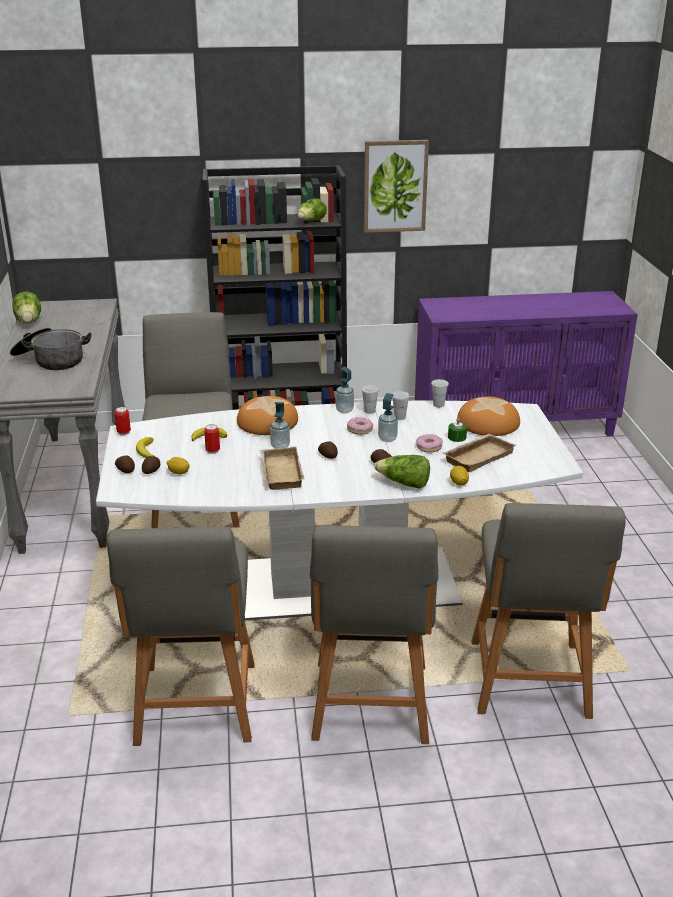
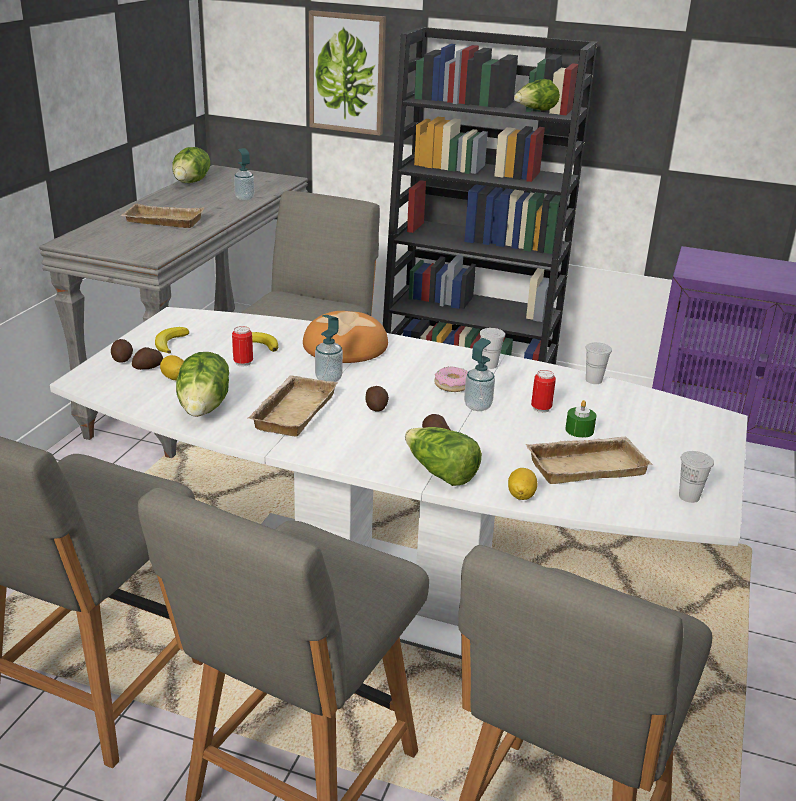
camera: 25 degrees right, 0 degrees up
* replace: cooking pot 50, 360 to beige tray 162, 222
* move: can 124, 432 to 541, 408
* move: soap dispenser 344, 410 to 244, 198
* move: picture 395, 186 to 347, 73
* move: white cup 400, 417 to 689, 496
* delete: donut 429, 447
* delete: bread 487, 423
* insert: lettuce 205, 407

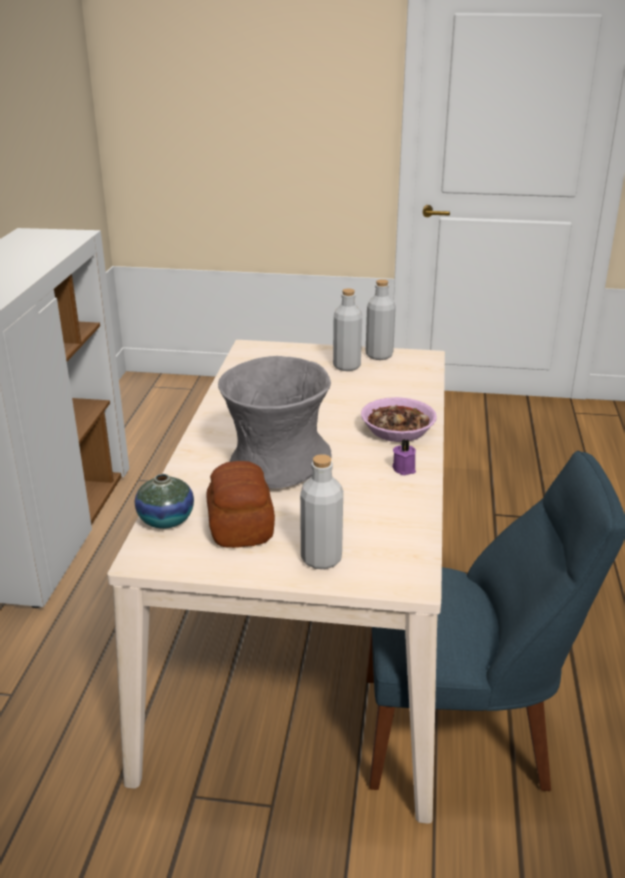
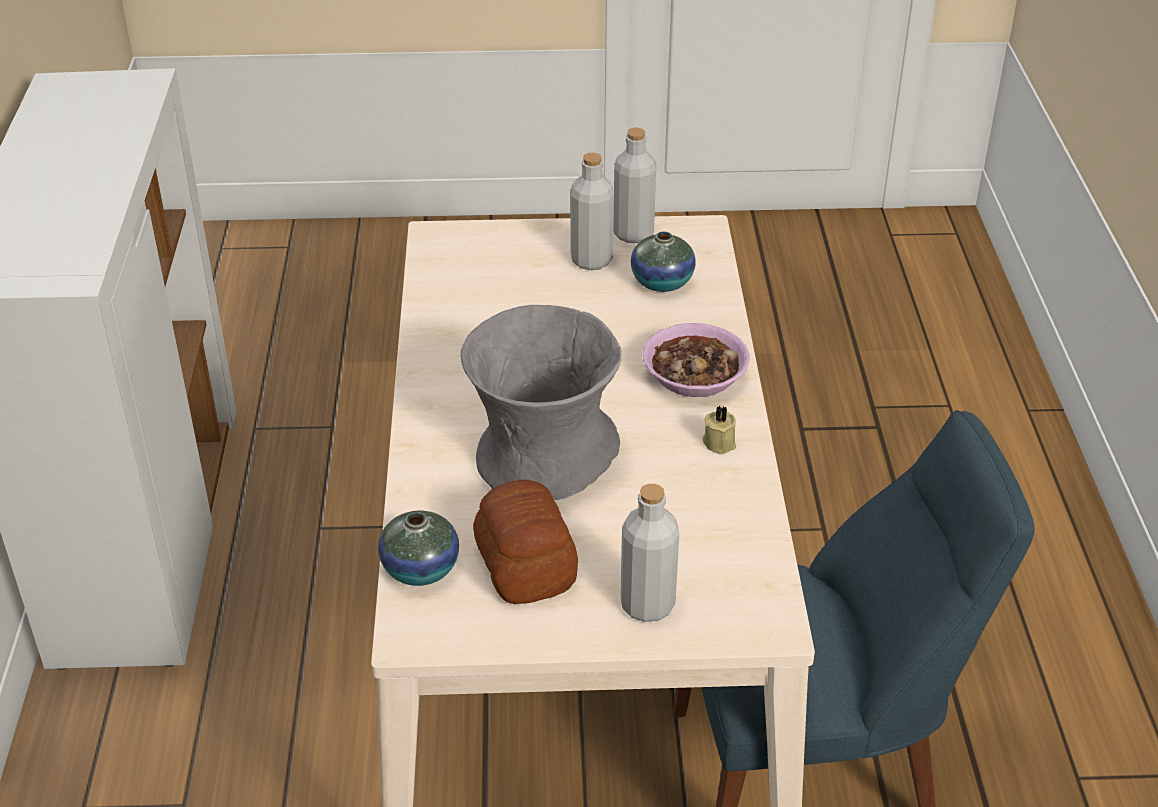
camera: 10 degrees left, 10 degrees up
* recolor: purple candle 404, 468 to beige candle 720, 442
* insert: vase 662, 282

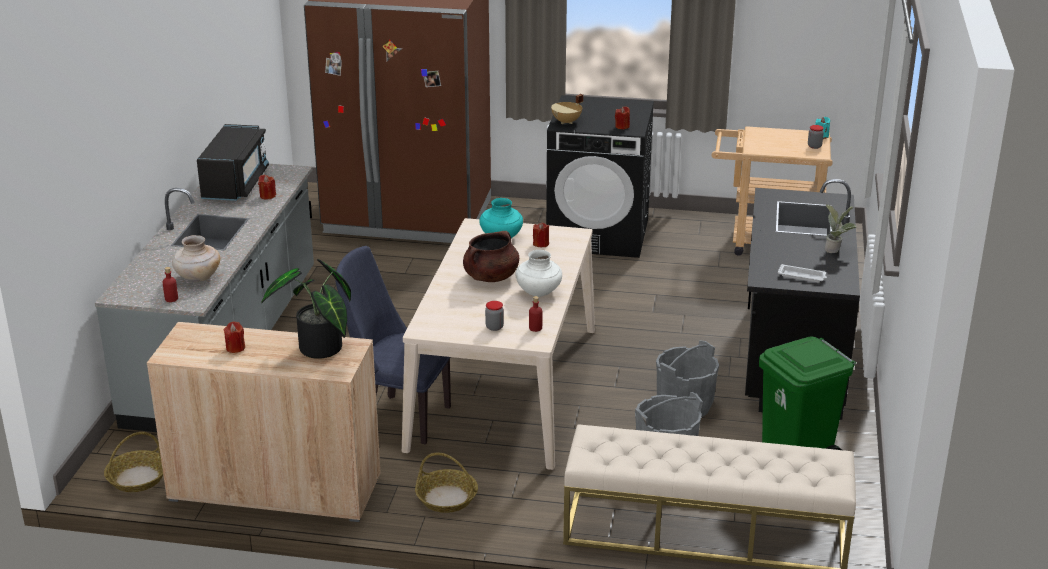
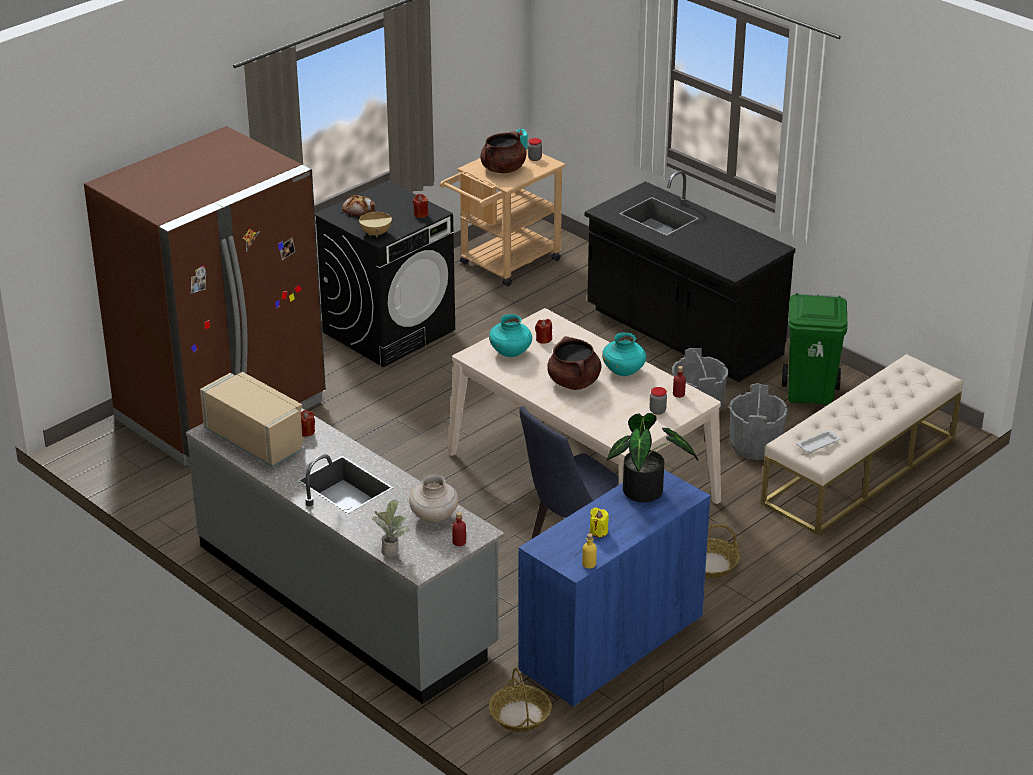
camera: 55 degrees left, 5 degrees up
* recolor: beige cabinet 275, 488 to blue cabinet 611, 644
* recolor: black microwave 236, 184 to beige microwave 255, 440
* recolor: red candle 235, 348 to yellow candle 598, 531
* recolor: white vase 539, 292 to turquoise vase 624, 371
* move: white tray 802, 276 to 818, 444
* move: potted plant 836, 249 to 392, 549
* insert: bread 358, 209
* insert: brown cooking pot 503, 169
* insert: yellow bottle 589, 564

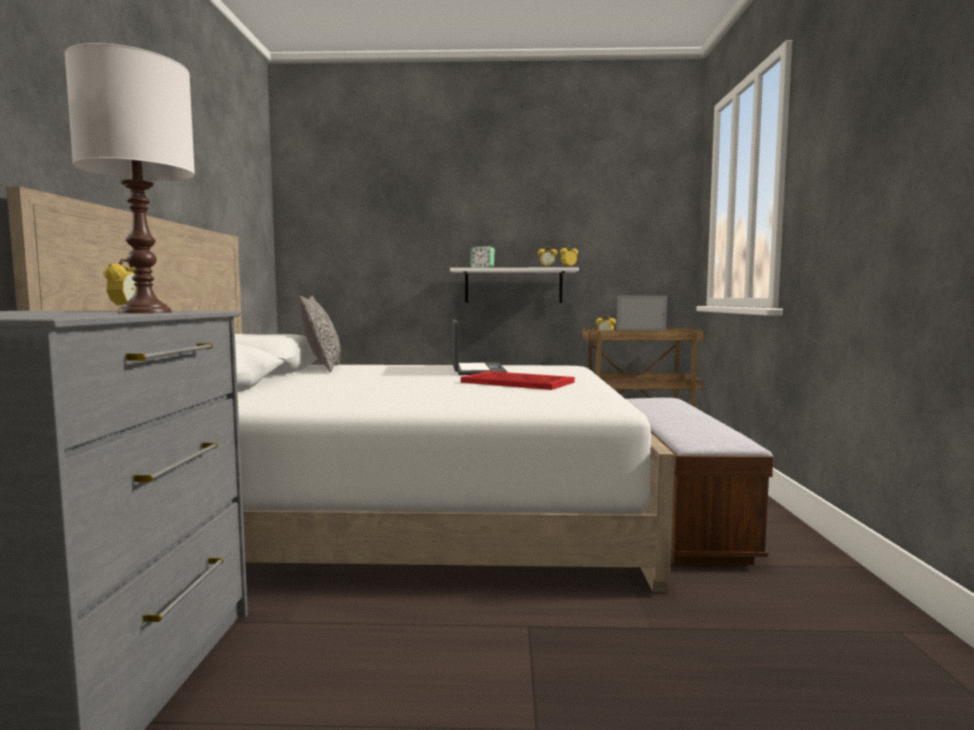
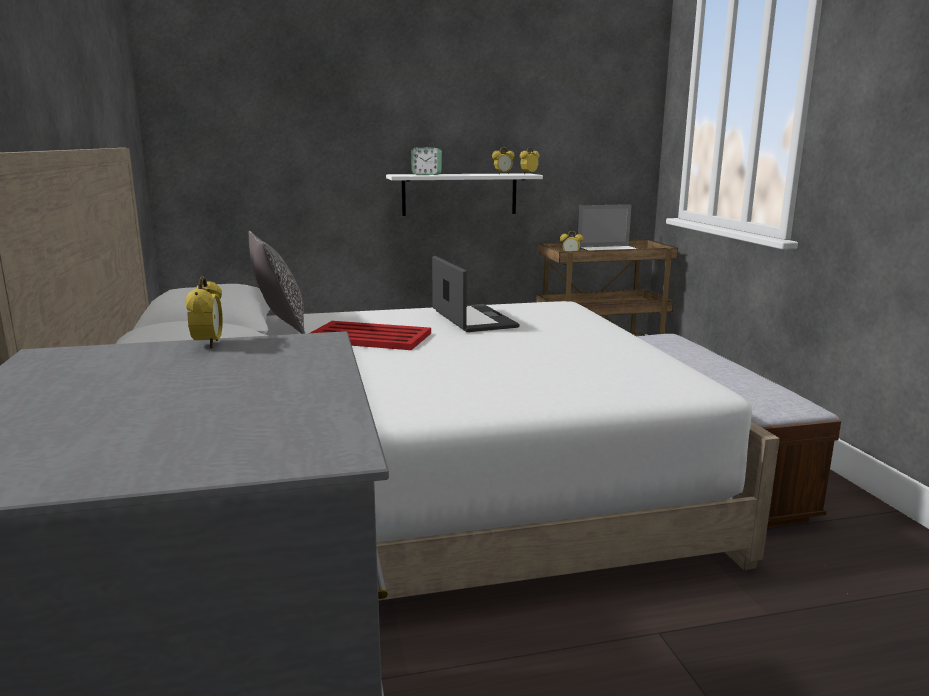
camera: 15 degrees left, 10 degrees up
* delete: white table lamp 145, 312
* move: red tray 518, 382 to 370, 337

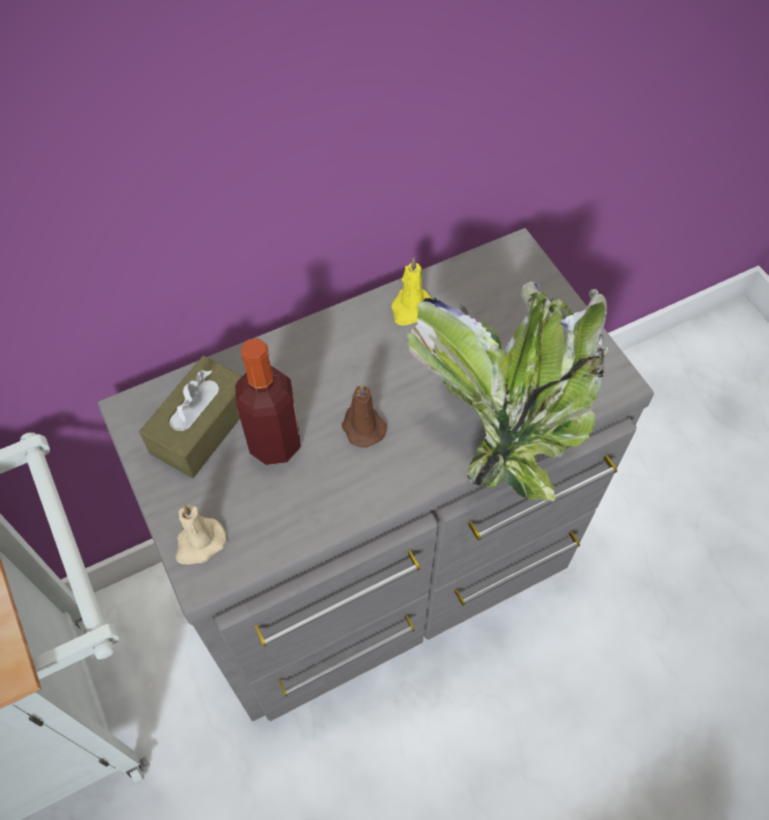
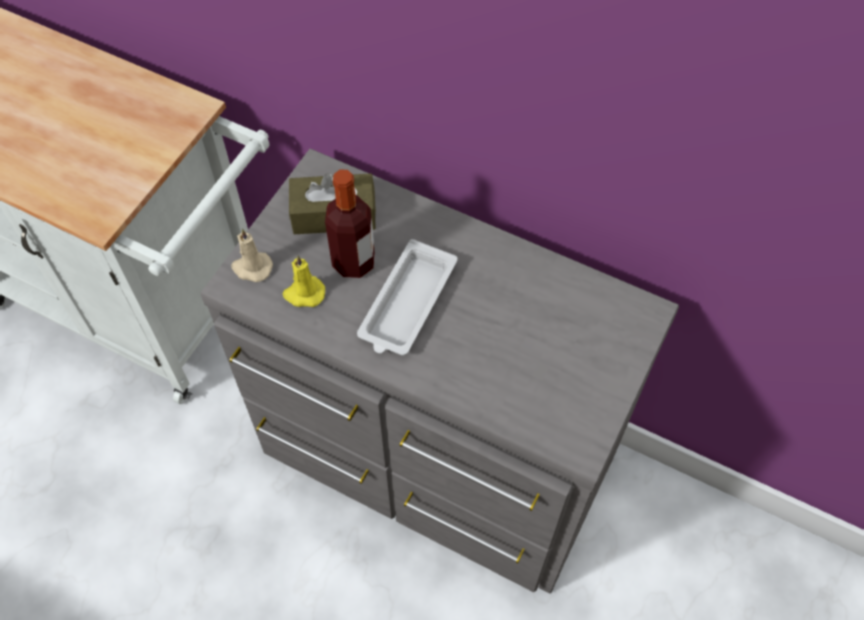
camera: 55 degrees right, 0 degrees up
* replace: brown candle 362, 426 to white tray 407, 304
* move: yellow candle 410, 308 to 304, 293
* delete: potted plant 503, 419

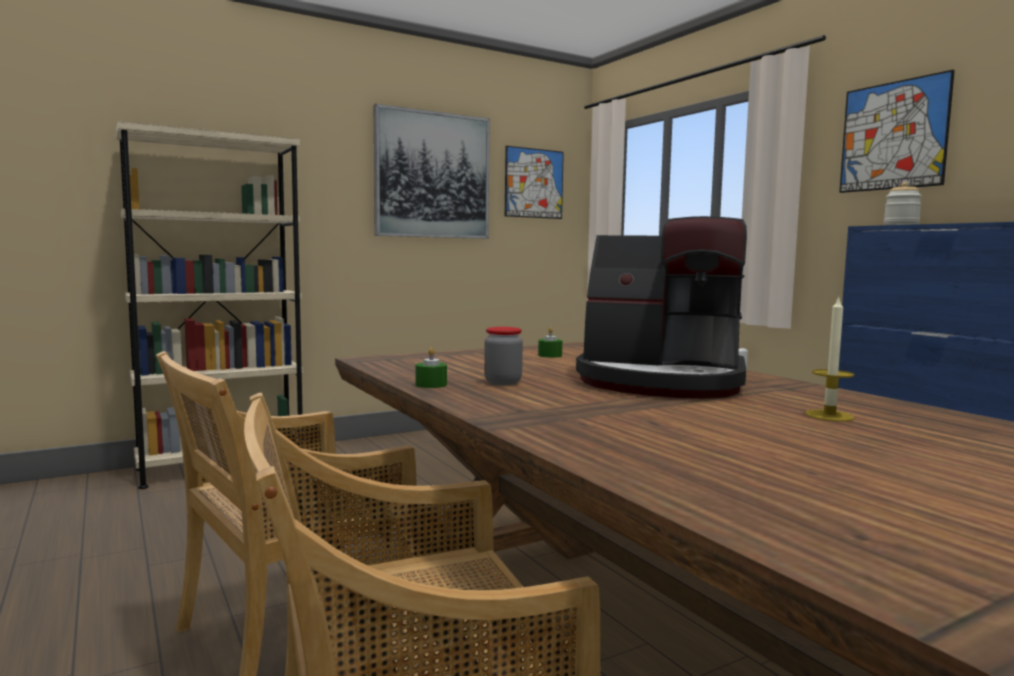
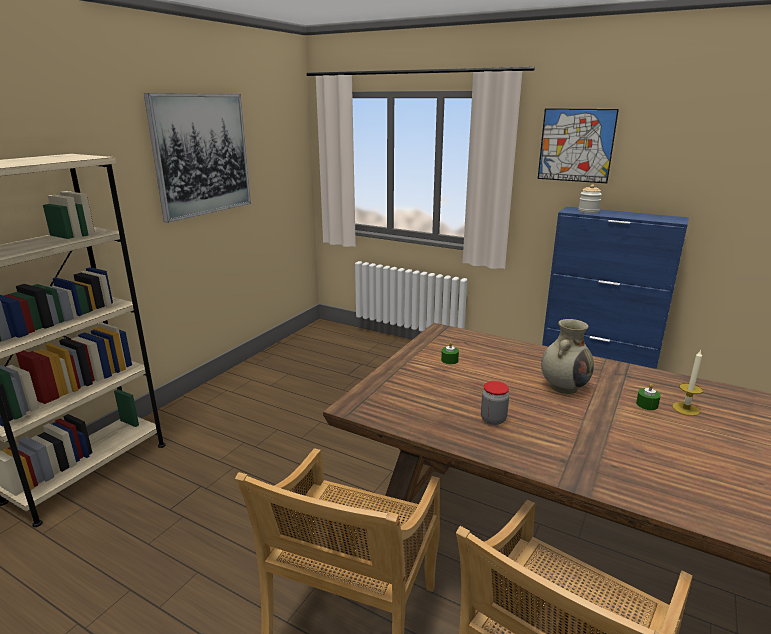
camera: 30 degrees left, 15 degrees up
* move: green candle 431, 385 to 647, 404
* delete: picture 534, 183
* replace: coffee machine 661, 382 to beige vase 564, 386

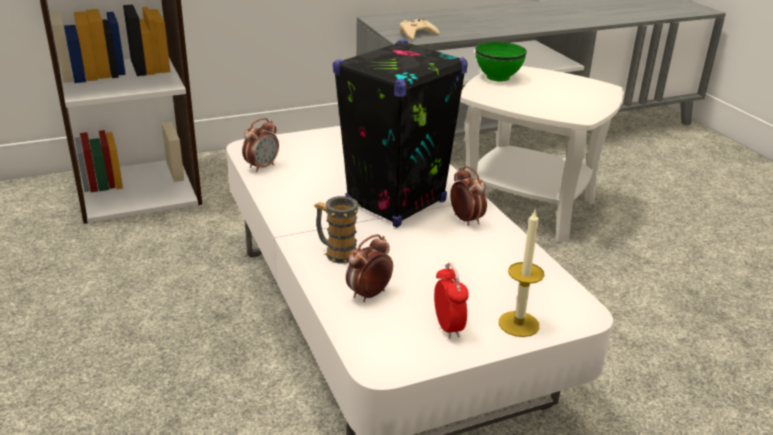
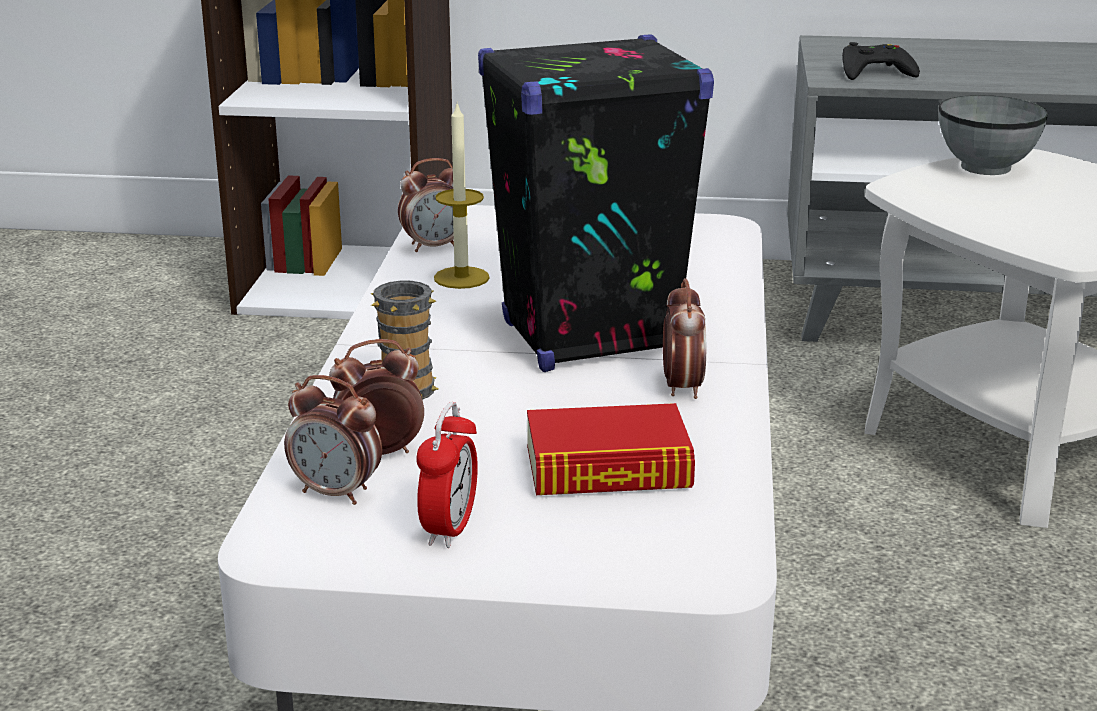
camera: 30 degrees right, 5 degrees down
* recolor: beige game controller 417, 34 to black game controller 875, 72
* recolor: green bowl 497, 77 to grey bowl 984, 167
* move: candle 518, 324 to 461, 278
* insert: alarm clock 337, 493
* insert: book 608, 468

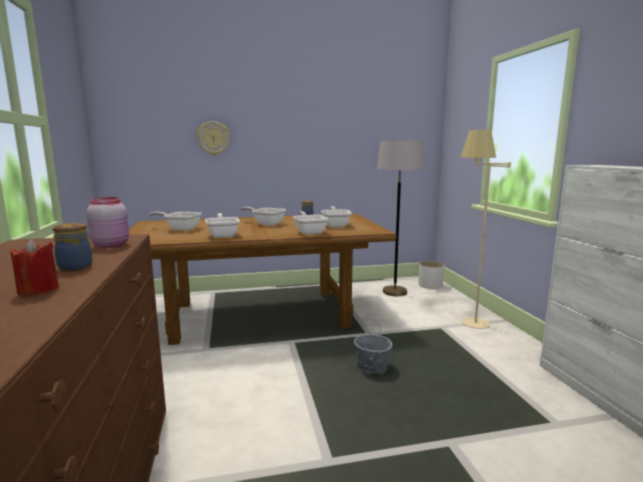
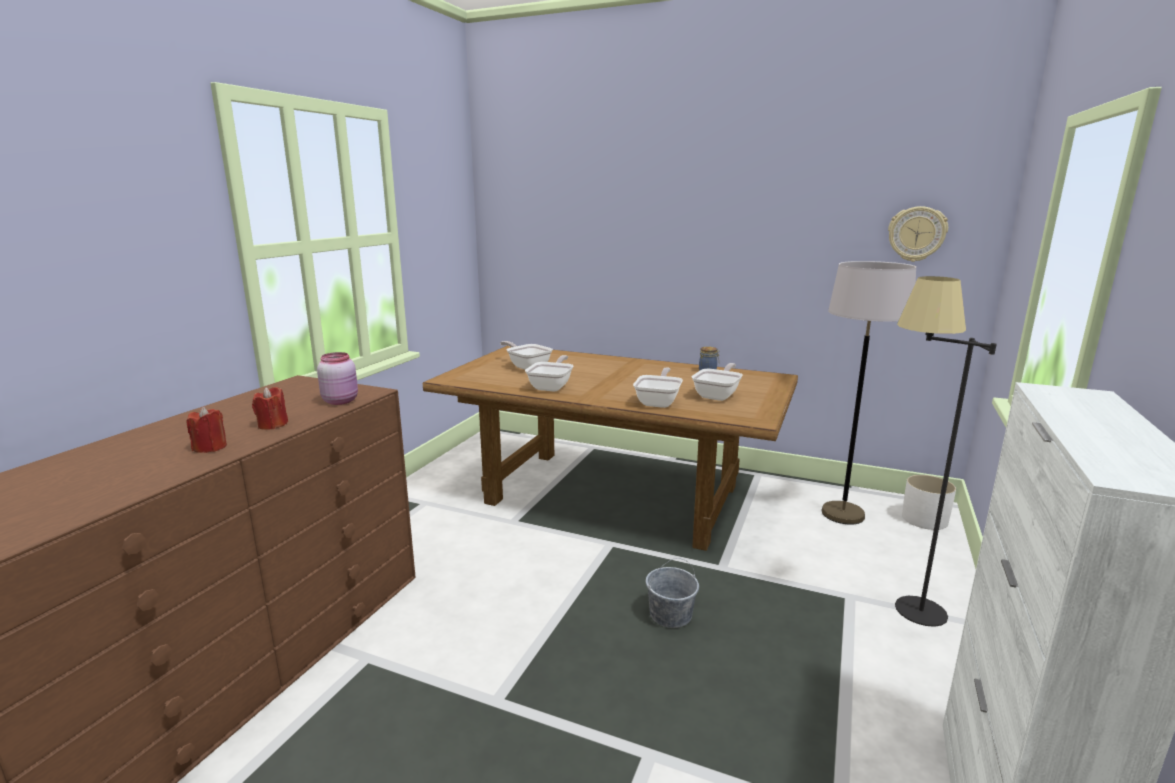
camera: 35 degrees right, 5 degrees up
* replace: jar 75, 266 to red candle 272, 425
* move: wall clock 213, 138 to 916, 234
* delete: frying pan 266, 223
* recolor: beige floor lamp 470, 326 to black floor lamp 901, 613

